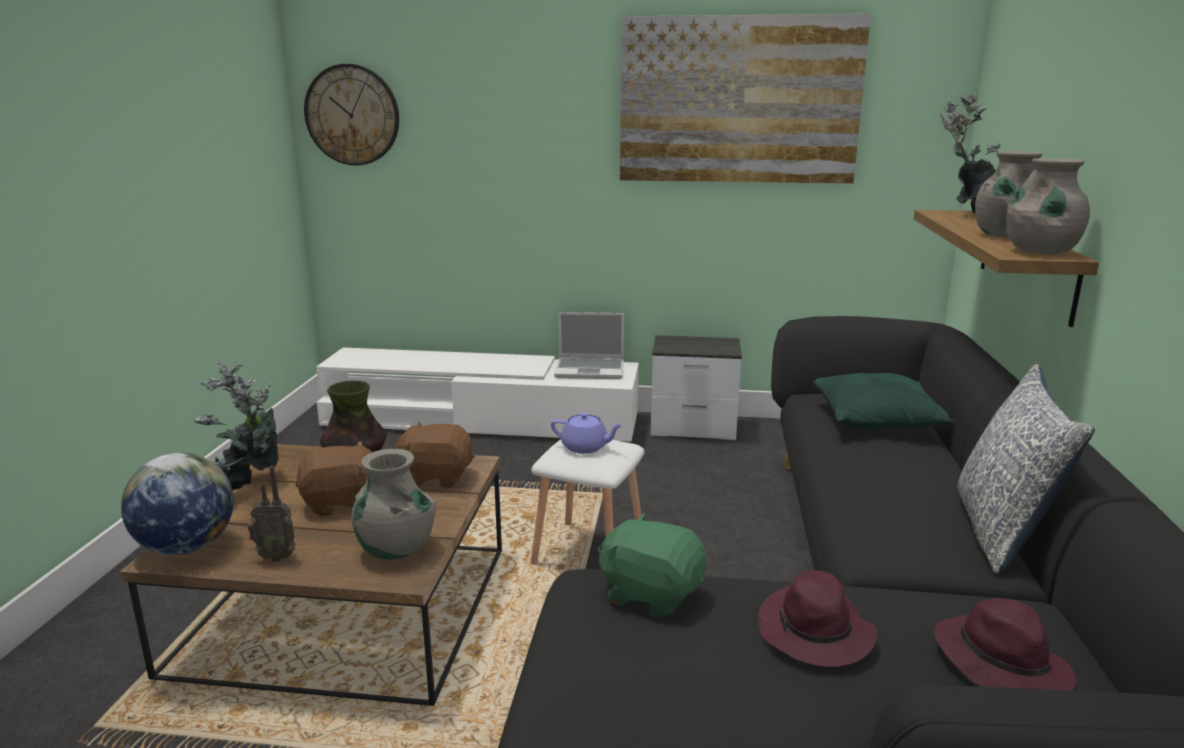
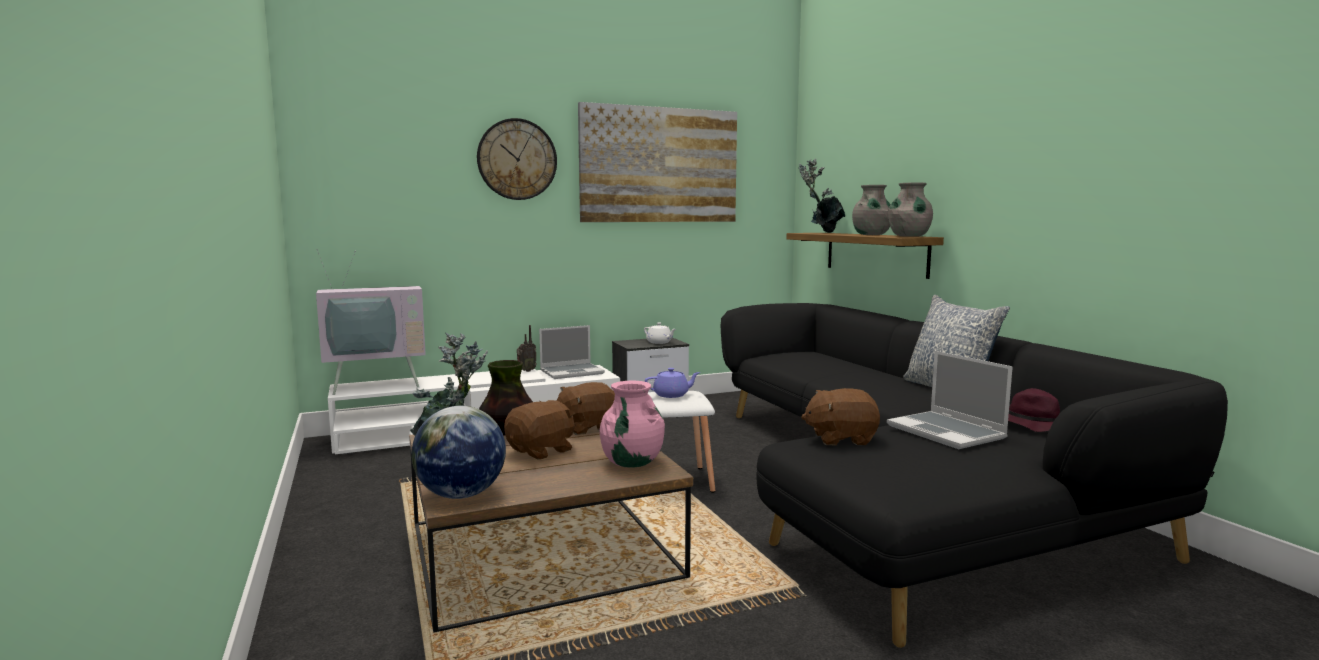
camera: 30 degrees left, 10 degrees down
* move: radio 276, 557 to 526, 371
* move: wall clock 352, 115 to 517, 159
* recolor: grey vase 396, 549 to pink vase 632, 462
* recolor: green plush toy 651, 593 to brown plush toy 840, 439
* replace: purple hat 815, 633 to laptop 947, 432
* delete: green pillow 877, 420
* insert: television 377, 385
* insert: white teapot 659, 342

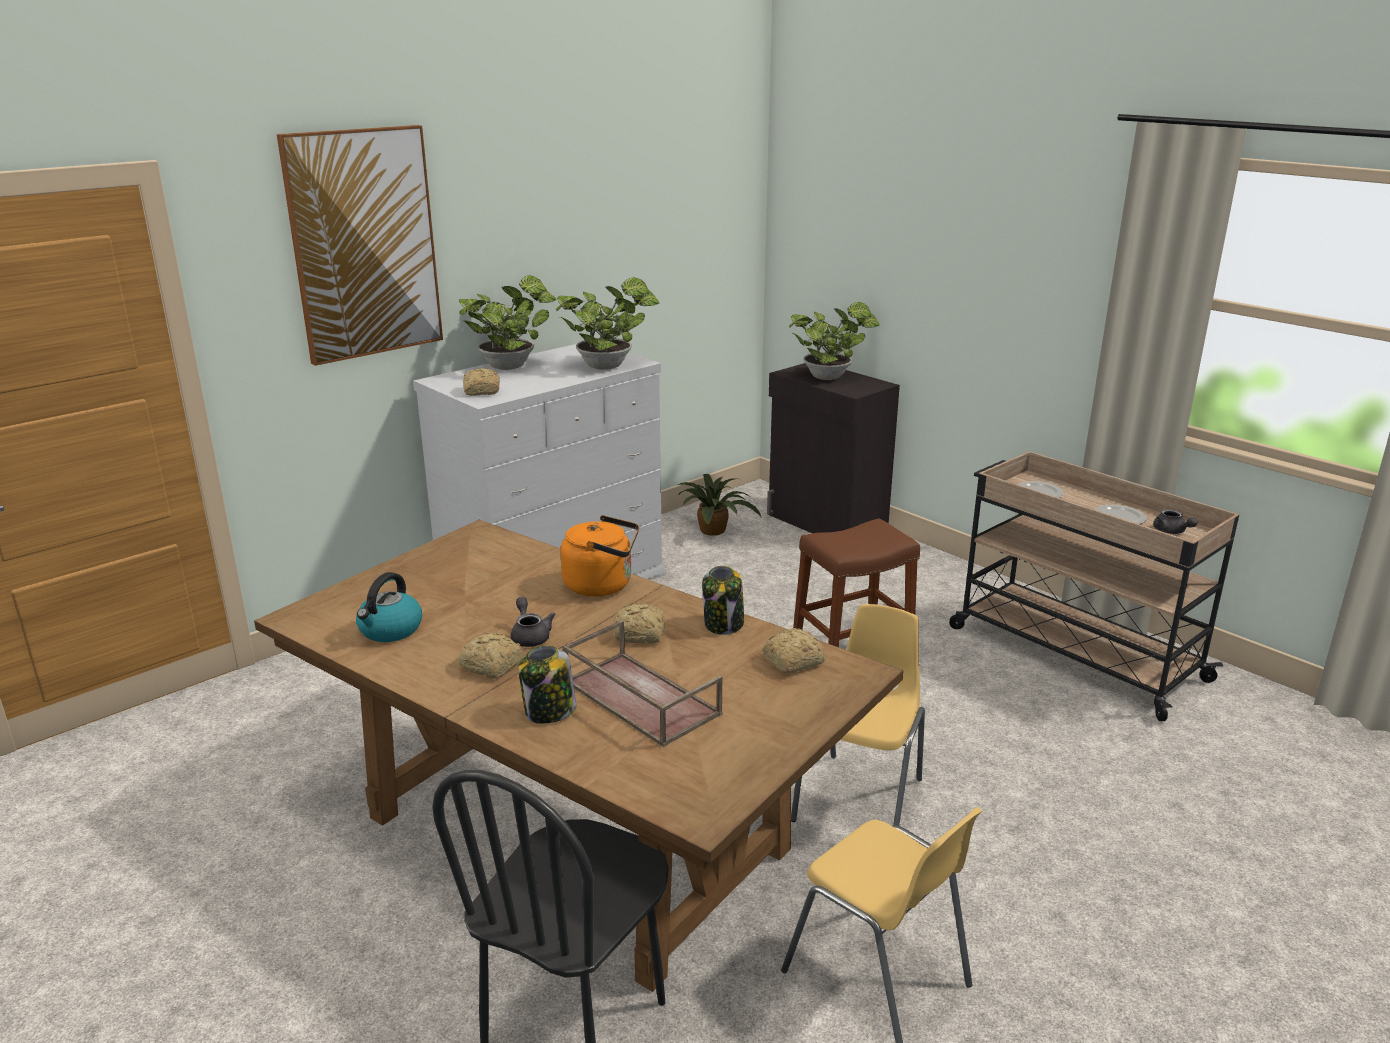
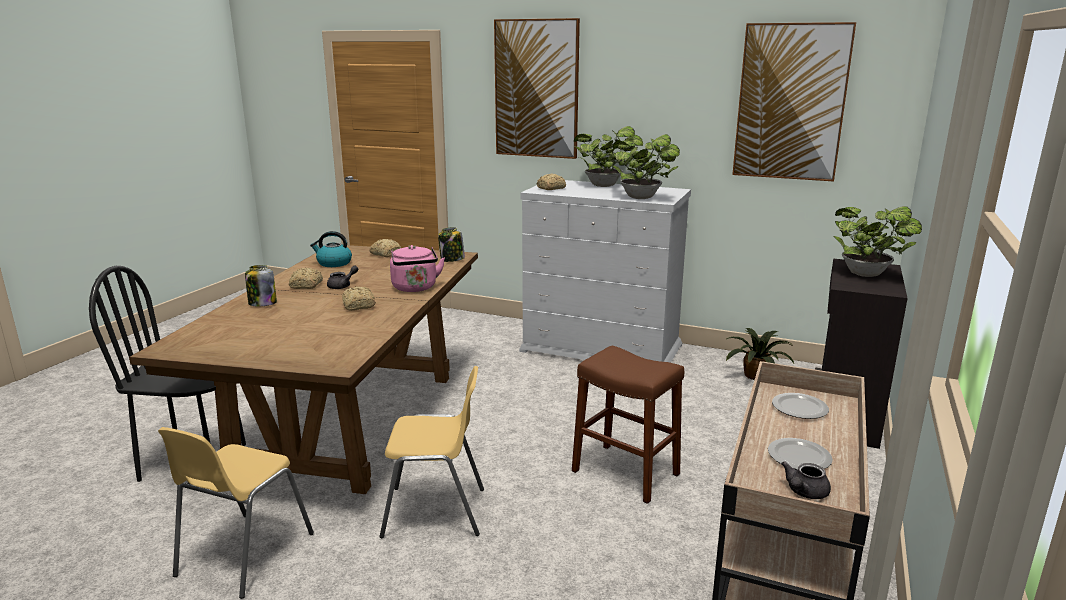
camera: 65 degrees right, 5 degrees down
* recolor: orange kettle 602, 585 to pink kettle 415, 288
* delete: brown tray 638, 698
* move: jar 724, 624 to 452, 259
* move: bread 791, 661 to 385, 254
* insert: picture 791, 102

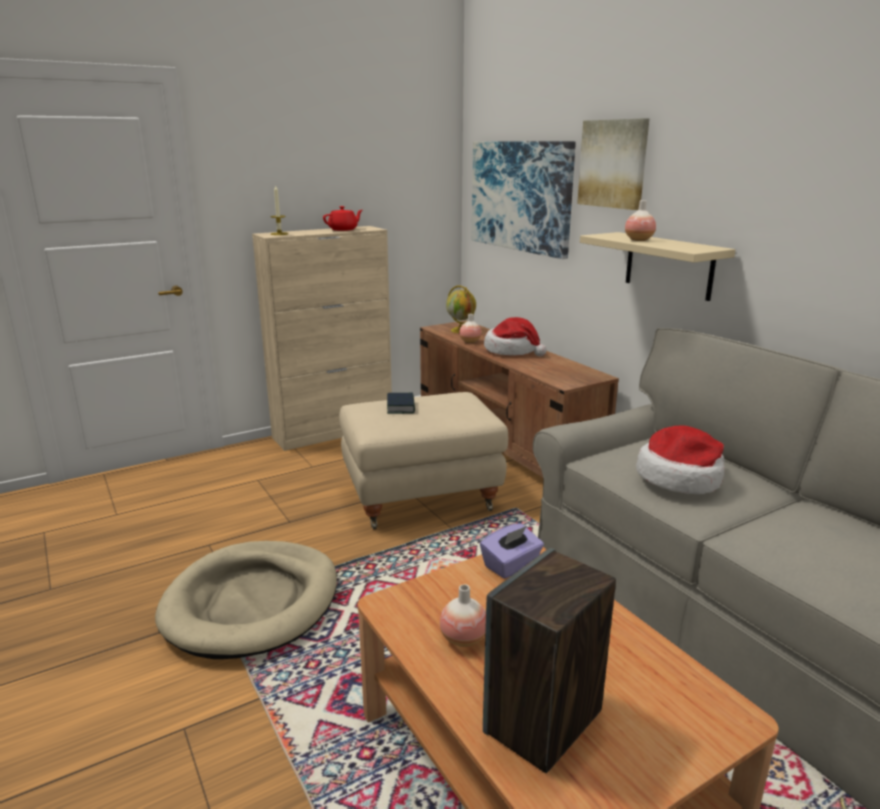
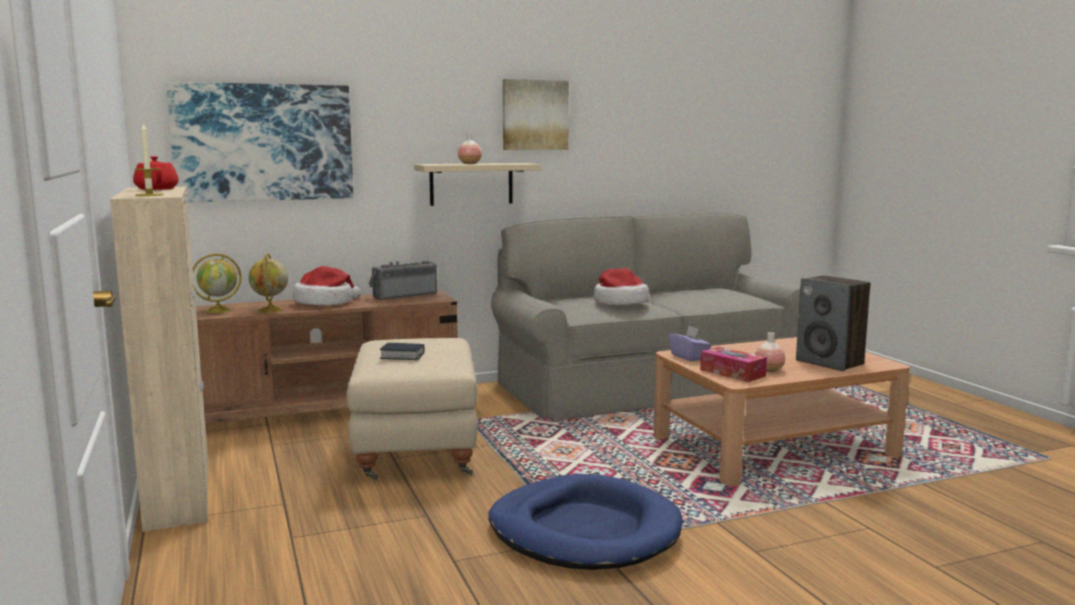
camera: 80 degrees left, 10 degrees down
* recolor: beige dog bed 252, 603 to blue dog bed 584, 530
* replace: vase 470, 341 to globe 270, 310
* move: picture 613, 164 to 534, 115
* insert: radio 404, 295
* insert: tissue box 732, 373

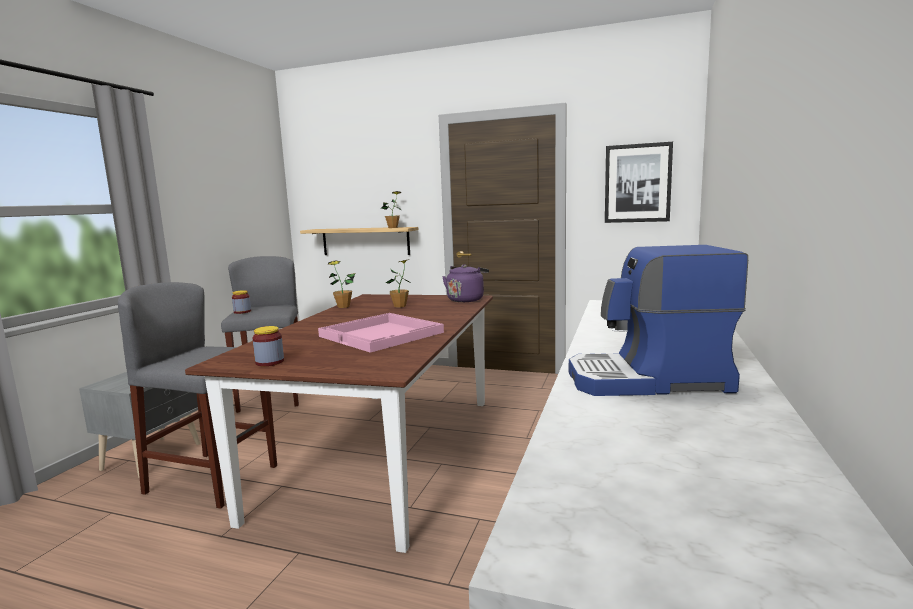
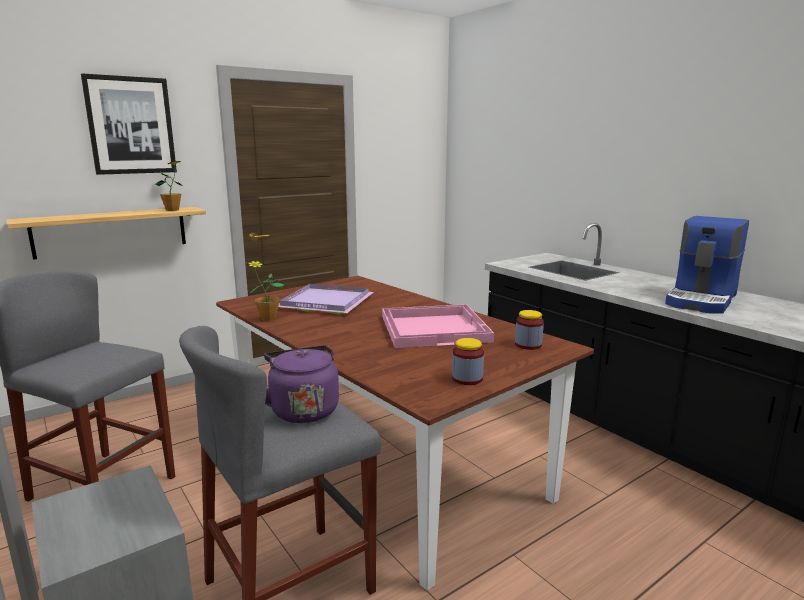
camera: 55 degrees left, 5 degrees up
* move: jar 242, 312 to 528, 345
* replace: potted plant 400, 306 to purple tray 326, 303
* move: purple kettle 466, 299 to 303, 409
* move: picture 637, 183 to 131, 125

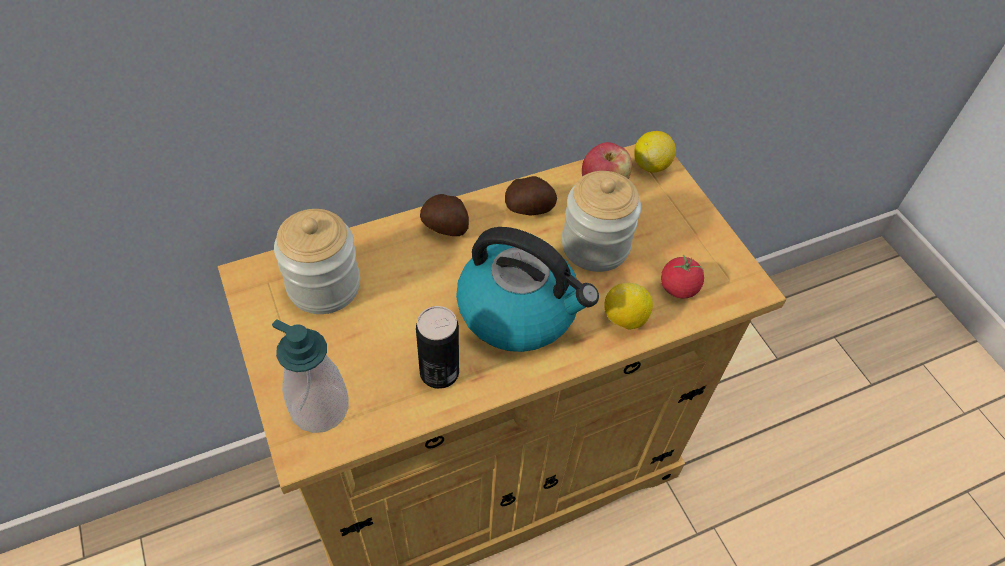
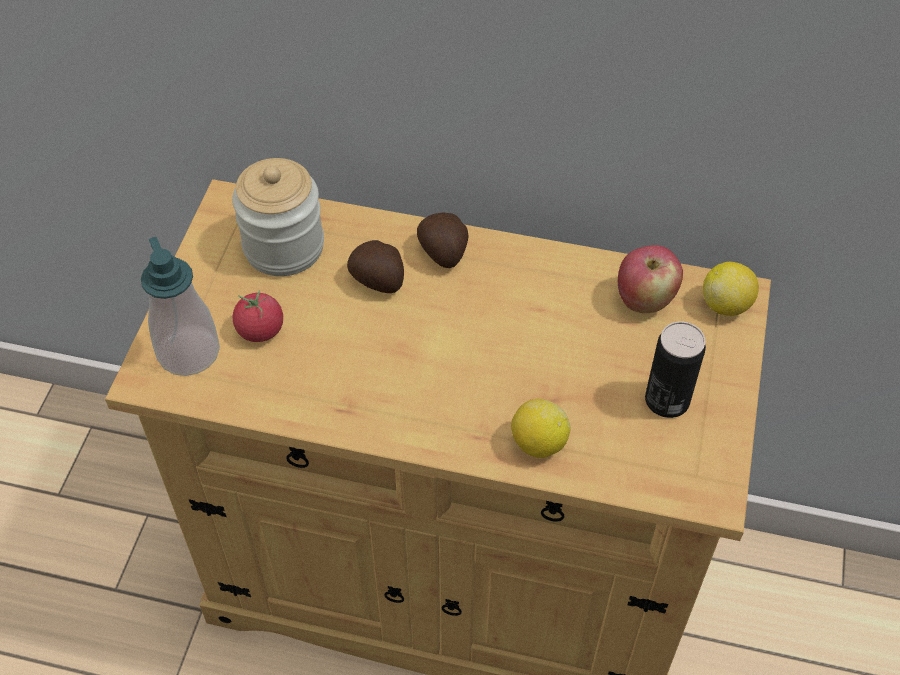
camera: 40 degrees right, 0 degrees up
* move: can 439, 372 to 667, 400
* delete: kettle 519, 311
* move: potato 529, 209 to 379, 281
* delete: jar 595, 246
* move: tomato 678, 288 to 260, 330

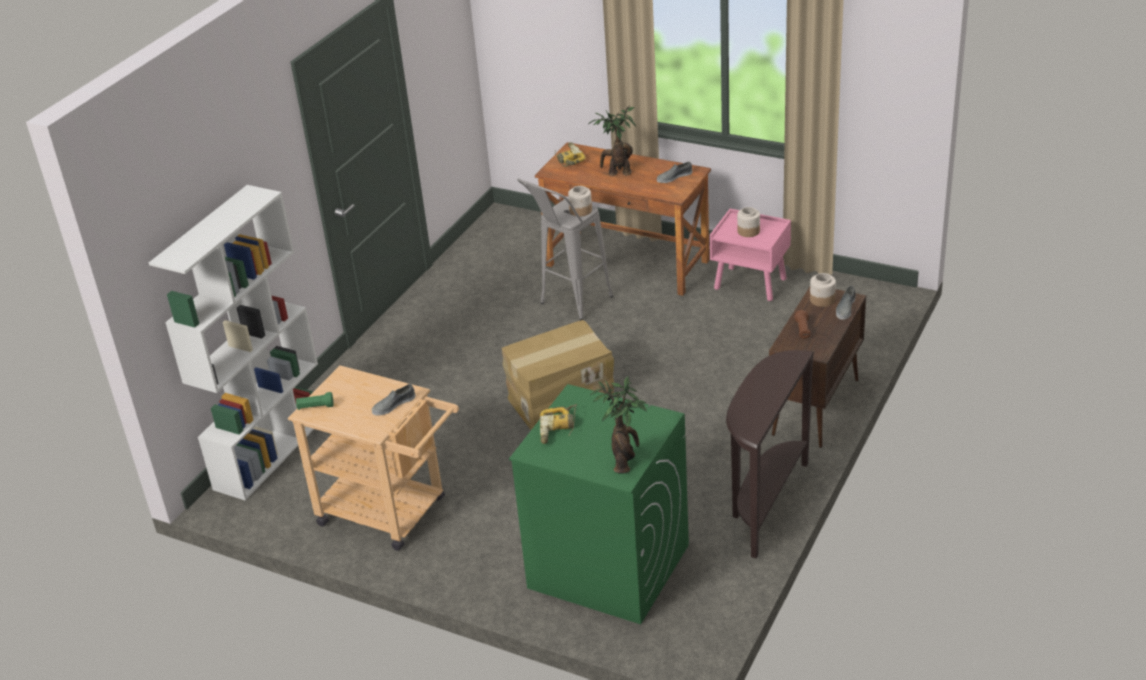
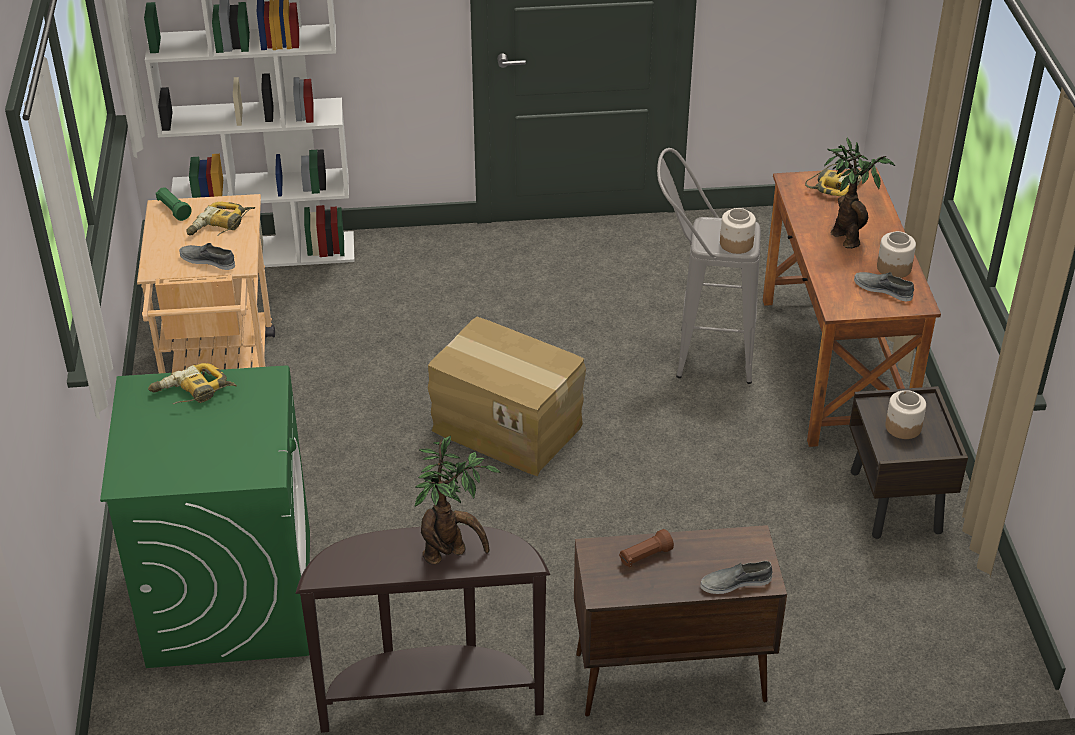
camera: 55 degrees right, 5 degrees up
* move: potted plant 625, 461 to 451, 553
* recolor: pink nightstand 751, 284 to brown nightstand 896, 503
* move: jar 822, 300 to 893, 268
* insert: power drill 220, 226

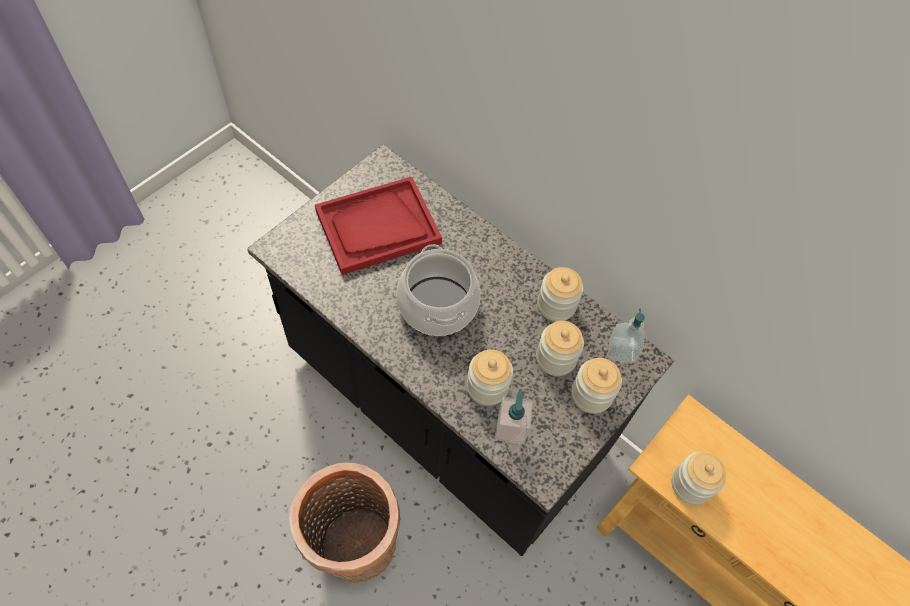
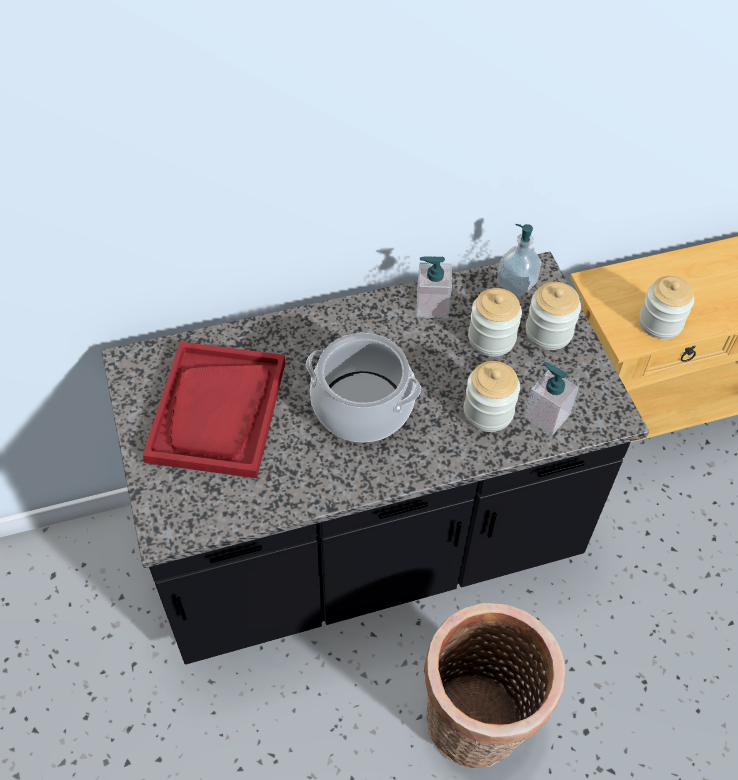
camera: 55 degrees left, 5 degrees down
* replace: jar 556, 305 to soap dispenser 432, 306

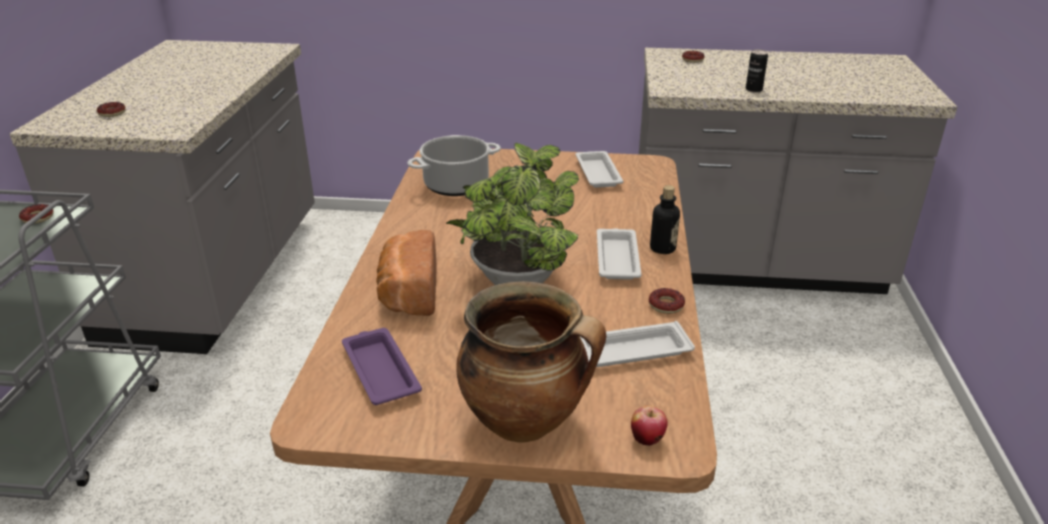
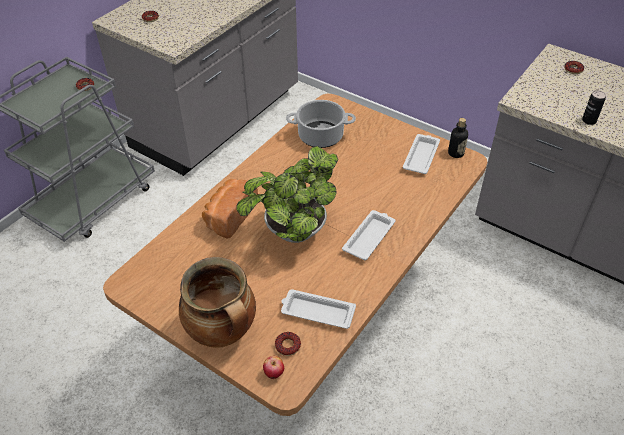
camera: 30 degrees right, 15 degrees up
* delete: purple tray 380, 370
* move: donut 666, 305 to 288, 346
* move: bottle 662, 248 to 456, 153

